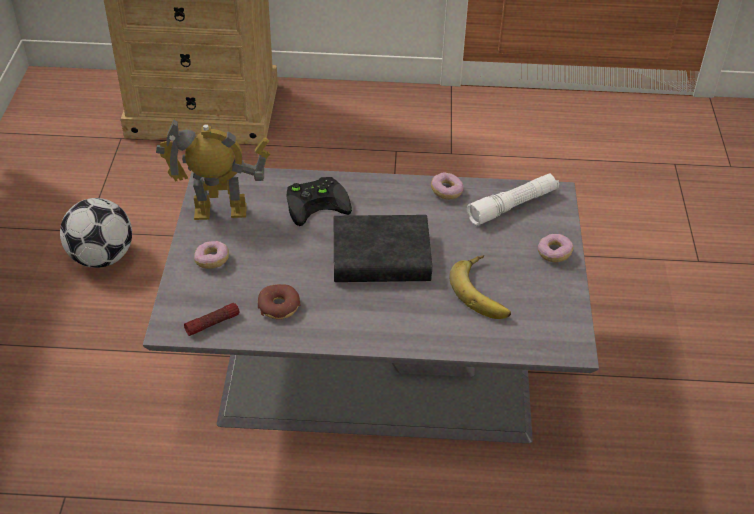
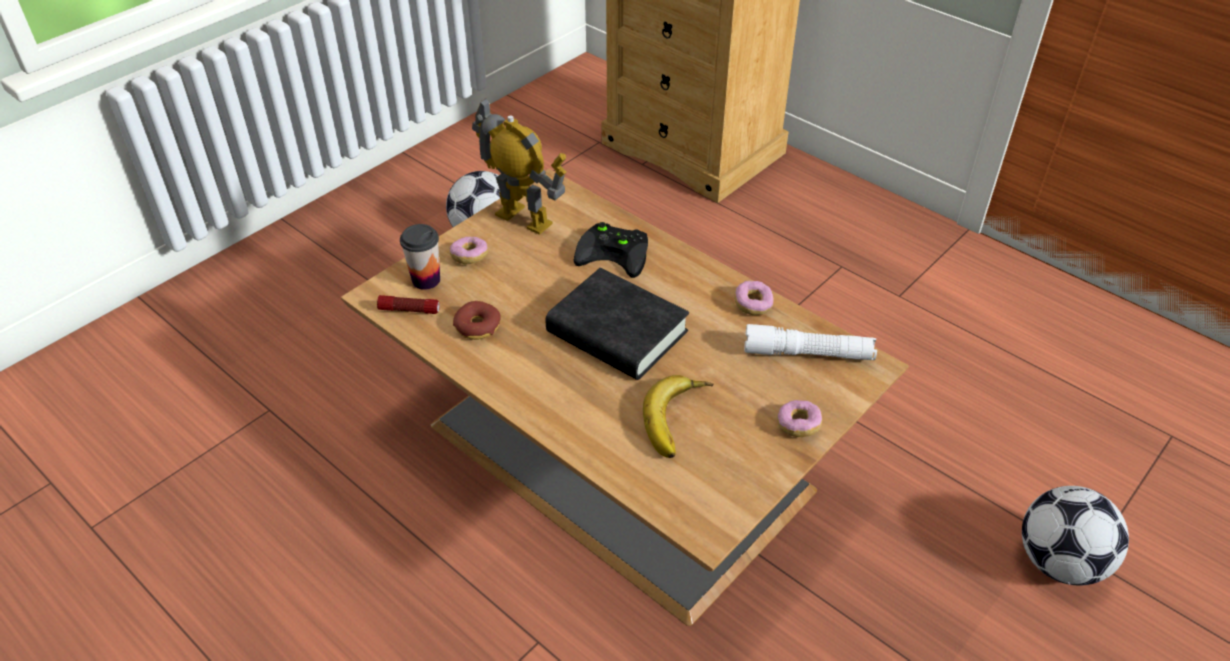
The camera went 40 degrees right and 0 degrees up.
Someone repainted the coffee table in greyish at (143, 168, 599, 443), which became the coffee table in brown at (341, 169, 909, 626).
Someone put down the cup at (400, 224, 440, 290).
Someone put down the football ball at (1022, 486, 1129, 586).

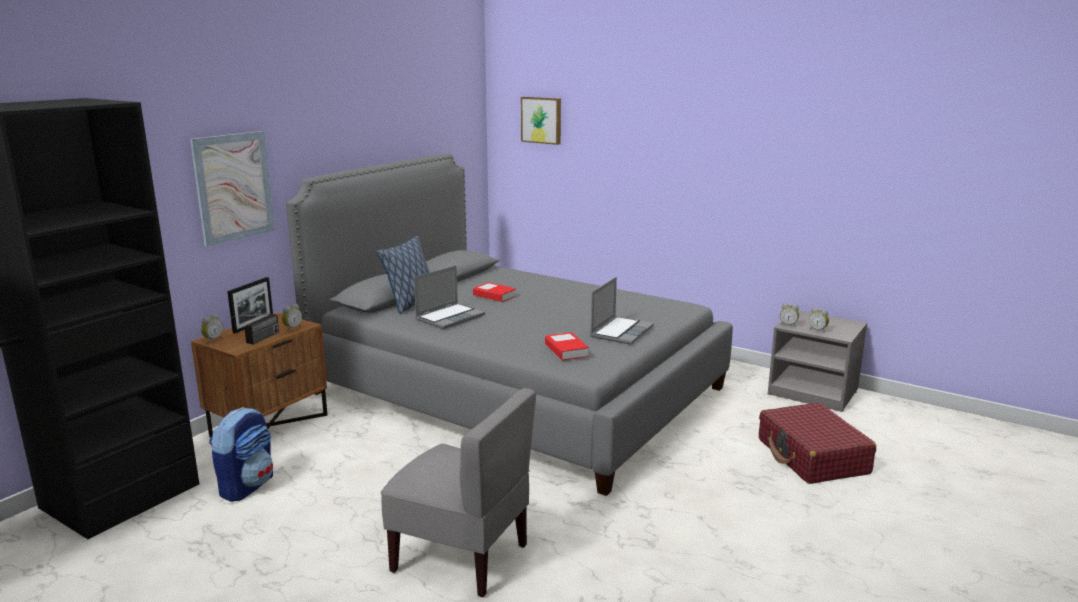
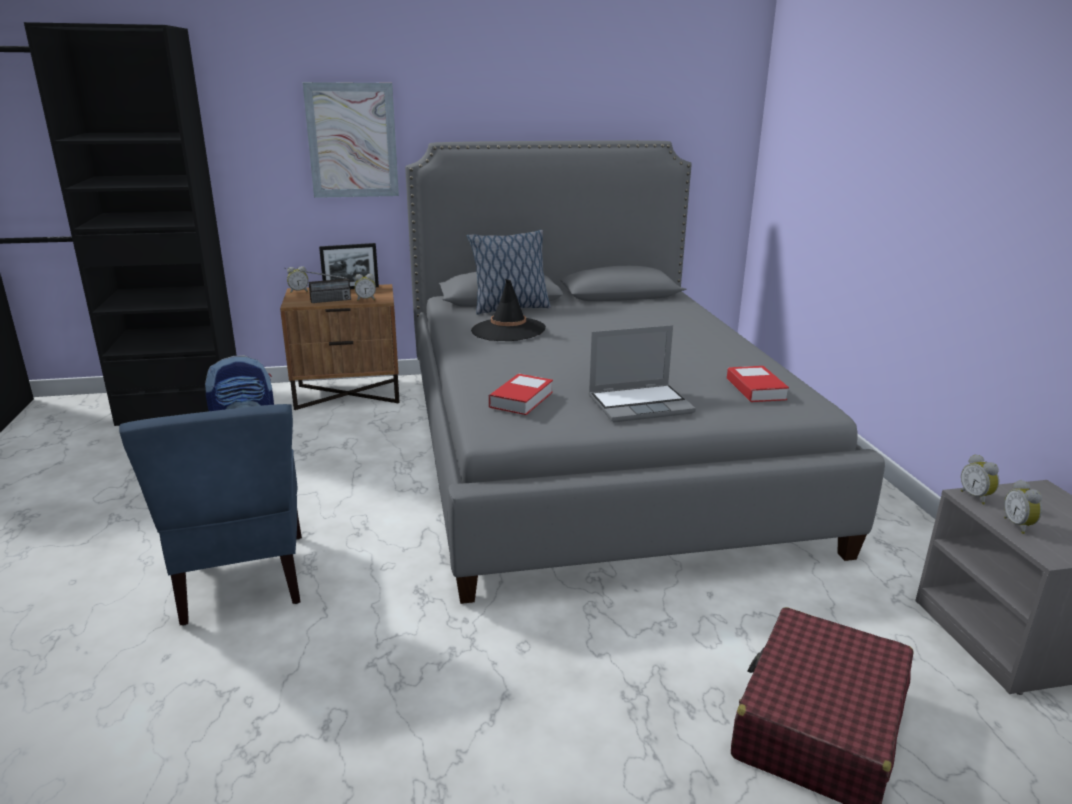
The camera went 45 degrees right and 5 degrees up.
Someone took away the picture at (521, 97, 561, 145).
Someone swapped the portable computer at (414, 266, 485, 329) for the hat in blackish at (471, 279, 546, 341).
Someone carried the bound book from (473, 282, 516, 302) to (727, 366, 789, 402).
Someone repainted the plain chair in greyish at (380, 387, 536, 597), which became the plain chair in blue at (119, 404, 302, 626).

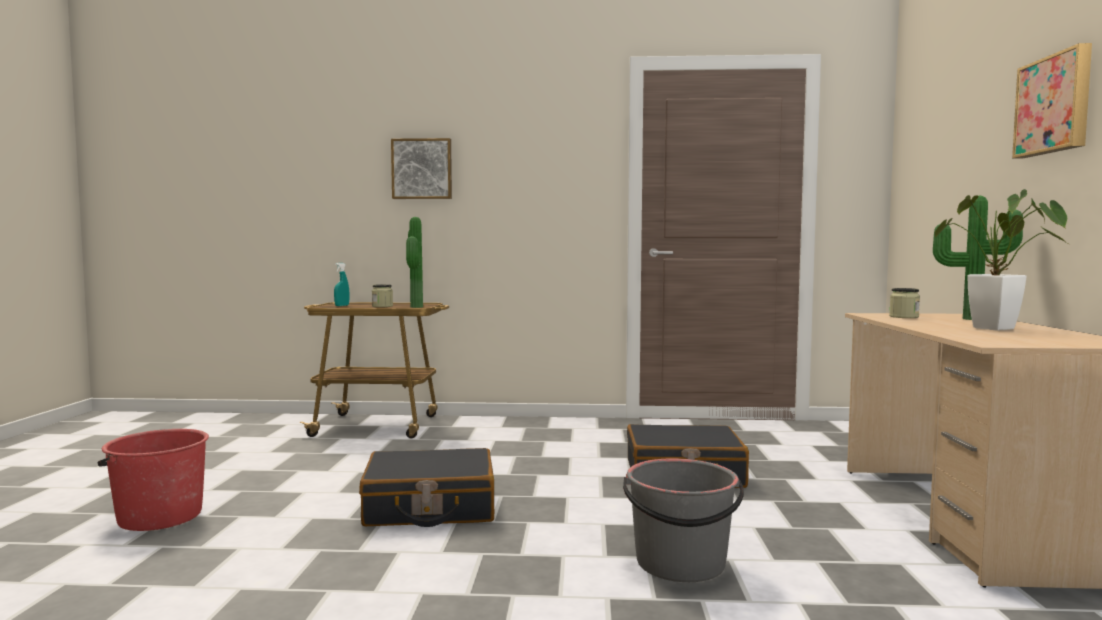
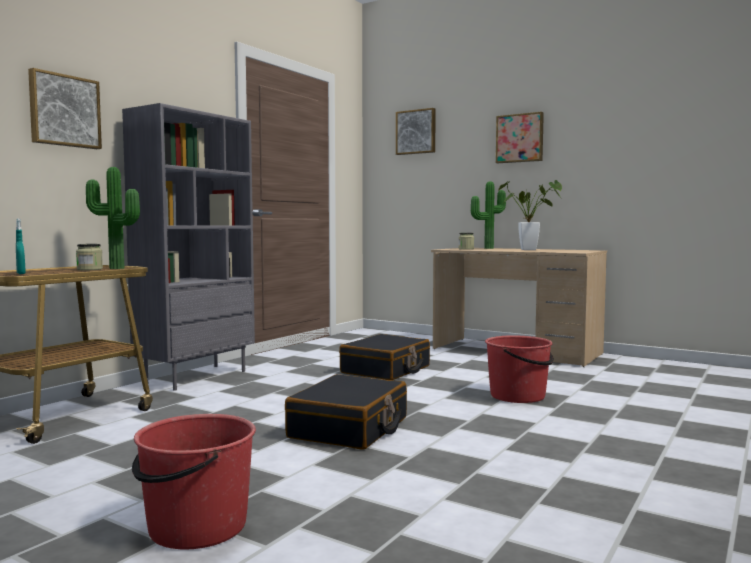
The camera went 60 degrees left and 0 degrees up.
Someone repainted the pail in greyish at (623, 459, 744, 582), which became the pail in red-coloured at (485, 335, 554, 403).
Someone put down the bookcase in greyish at (122, 103, 255, 391).
Someone put up the picture at (396, 108, 436, 155).

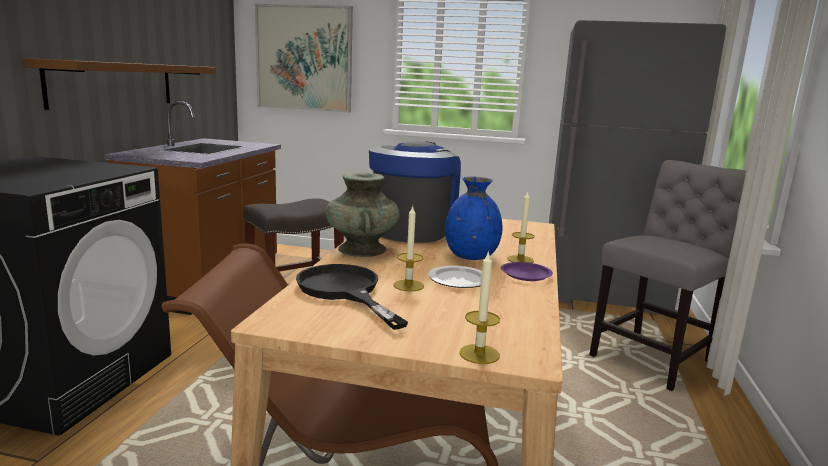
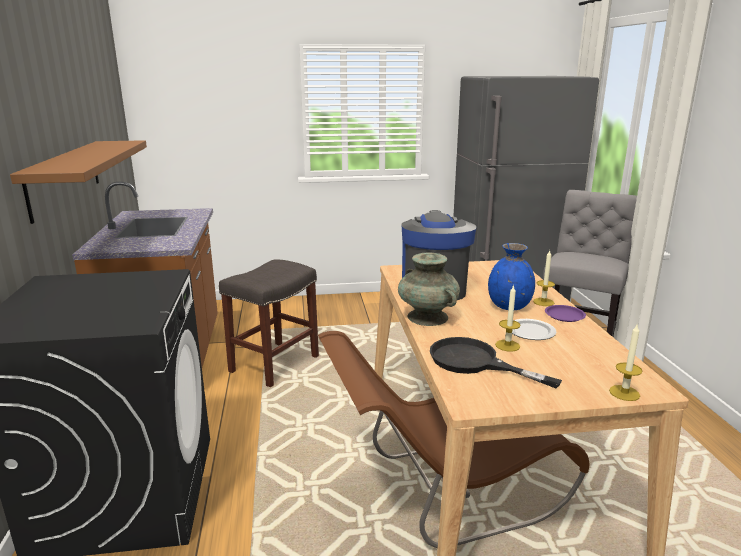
The camera went 20 degrees left and 5 degrees up.
Someone took away the picture at (255, 4, 353, 112).

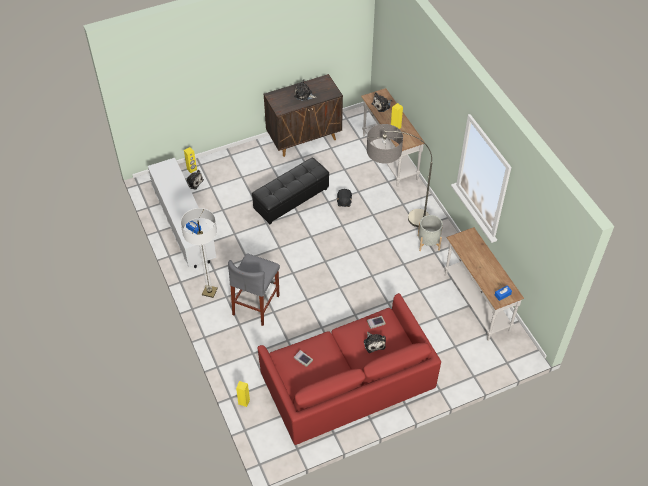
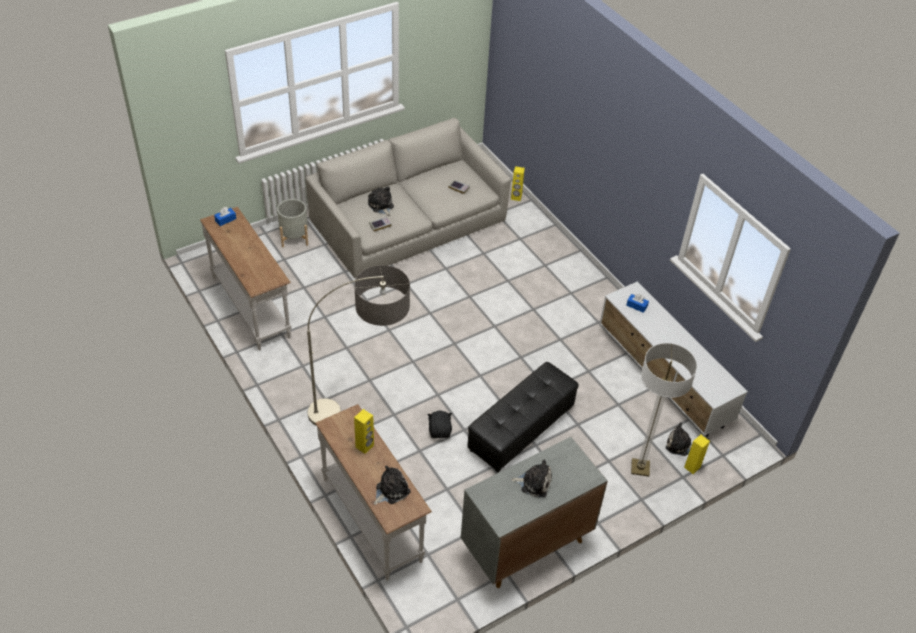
The camera went 170 degrees right and 5 degrees down.
Someone repainted the cabinet in brown at (264, 74, 343, 157), which became the cabinet in greyish at (461, 437, 608, 588).
Someone carried the standard lamp from (181, 208, 218, 298) to (631, 343, 697, 477).
Someone carried the planter in greyish from (418, 215, 443, 251) to (277, 199, 308, 247).
Someone took away the sitting stool in greyish at (228, 253, 280, 326).
Someone repainted the couch in red-coloured at (257, 293, 441, 445), which became the couch in greyish at (306, 118, 511, 278).

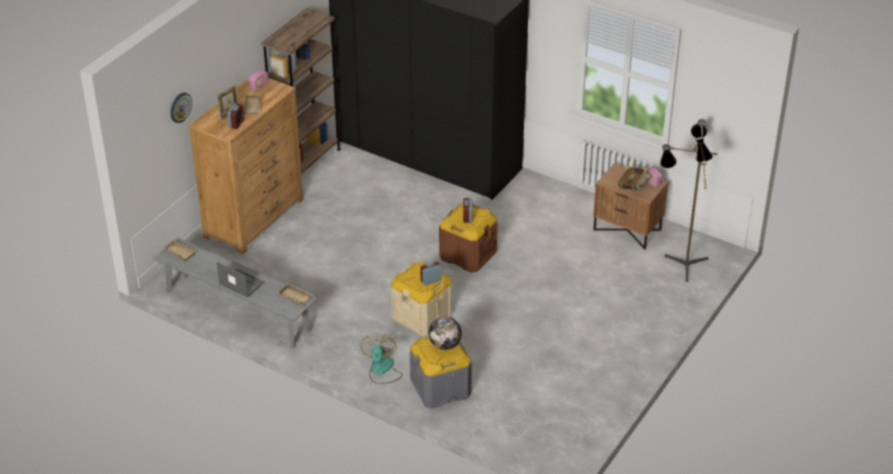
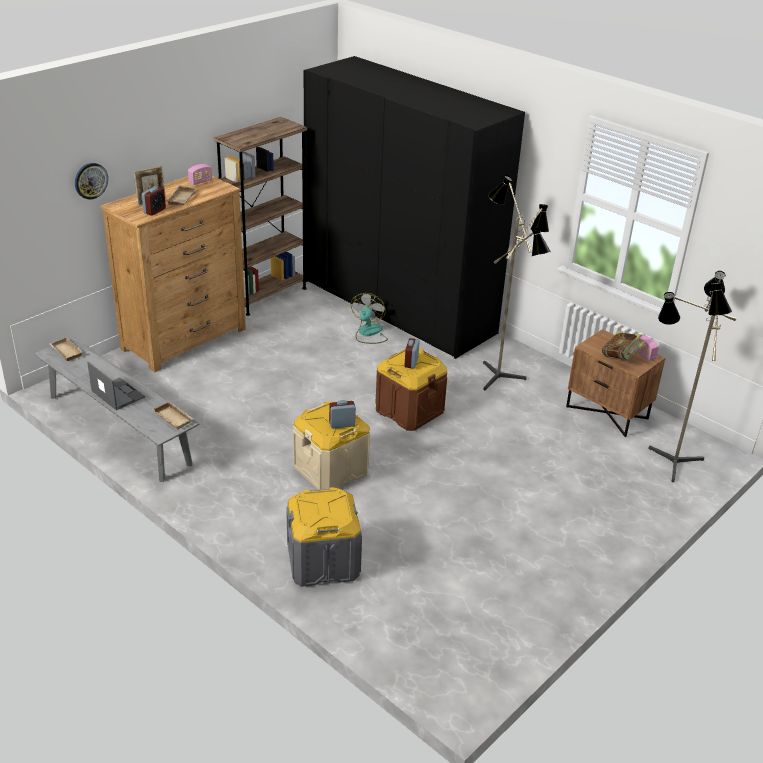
The camera went 10 degrees right and 5 degrees down.
Someone took away the globe at (429, 317, 462, 350).
Someone carried the cooling fan from (360, 334, 403, 384) to (351, 293, 388, 344).
Someone put down the standard lamp at (483, 175, 551, 391).

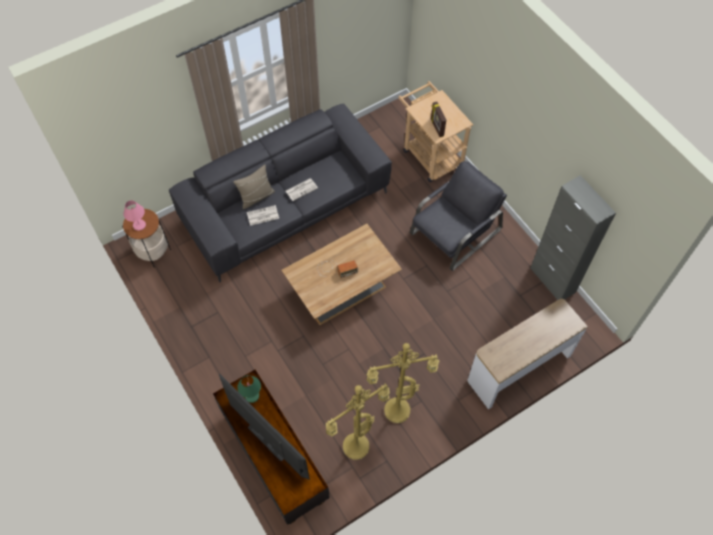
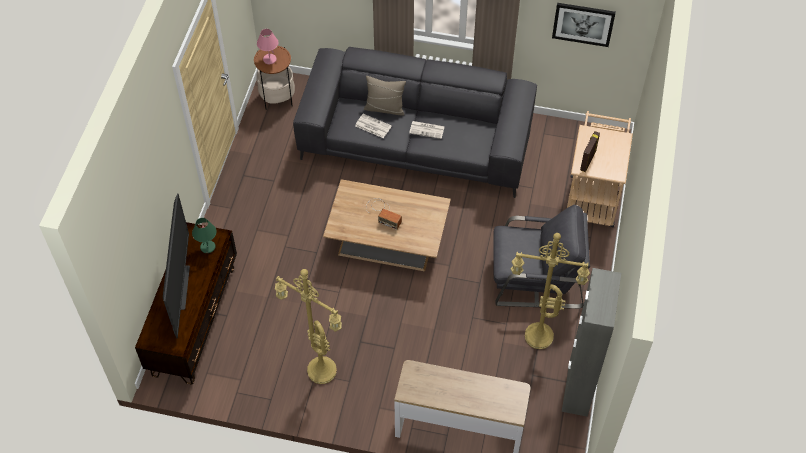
The camera went 45 degrees right and 5 degrees down.
Someone carried the standard lamp in yellow from (326, 383, 390, 460) to (511, 233, 590, 349).
Someone put up the picture at (552, 3, 616, 47).

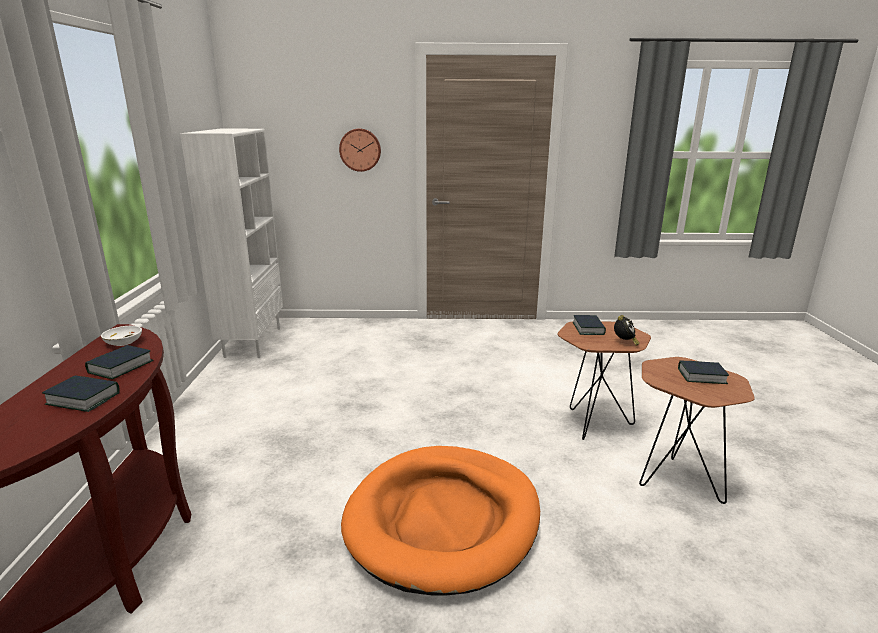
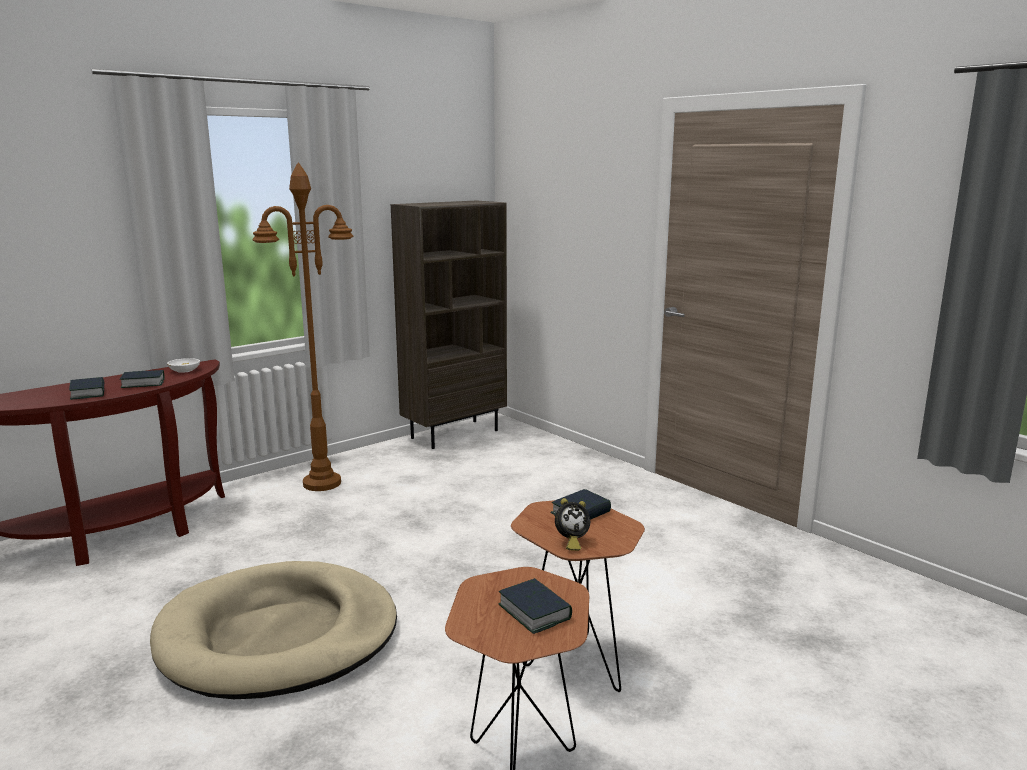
The camera went 50 degrees right and 5 degrees down.
Someone repainted the bookcase in white at (180, 128, 283, 358), which became the bookcase in brown at (391, 200, 507, 449).
Someone took away the clock on the wall at (339, 128, 381, 172).
Someone repainted the dog cushion in orangey at (341, 446, 540, 596), which became the dog cushion in beige-coloured at (150, 561, 397, 699).
Someone put down the standard lamp in brown at (252, 162, 354, 491).

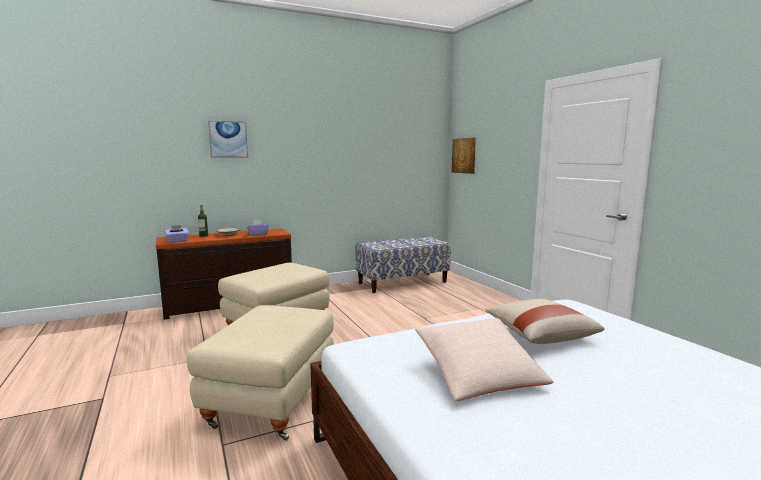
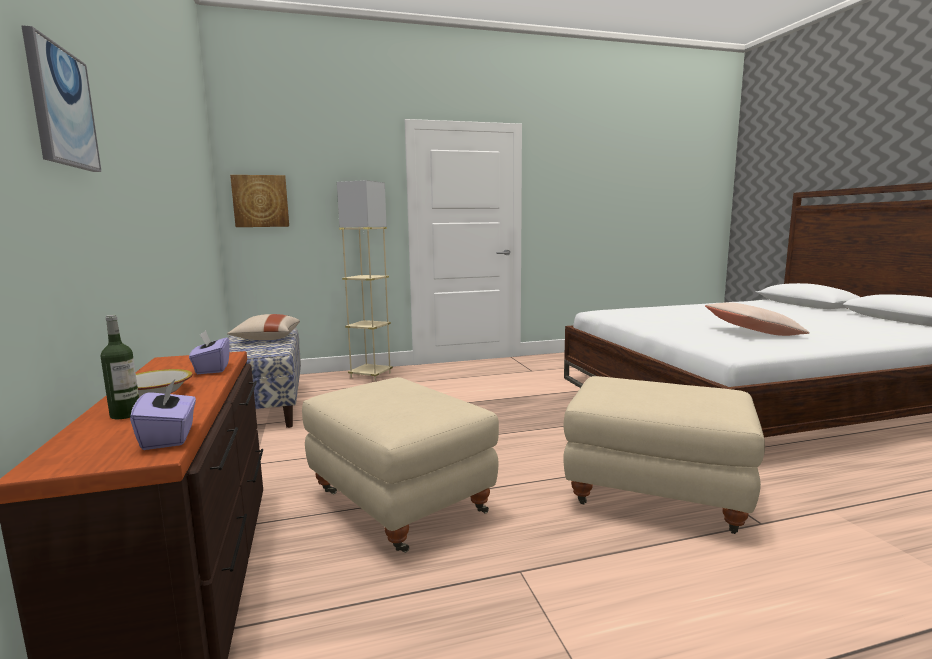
The camera went 80 degrees left and 0 degrees up.
Someone carried the throw pillow in beige-coloured from (485, 299, 605, 344) to (227, 314, 300, 340).
Someone put down the standard lamp in beige-coloured at (337, 180, 393, 381).

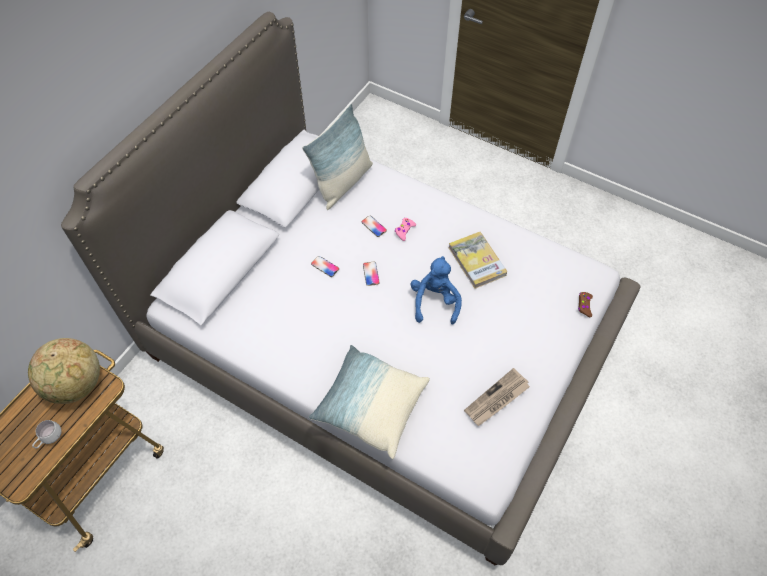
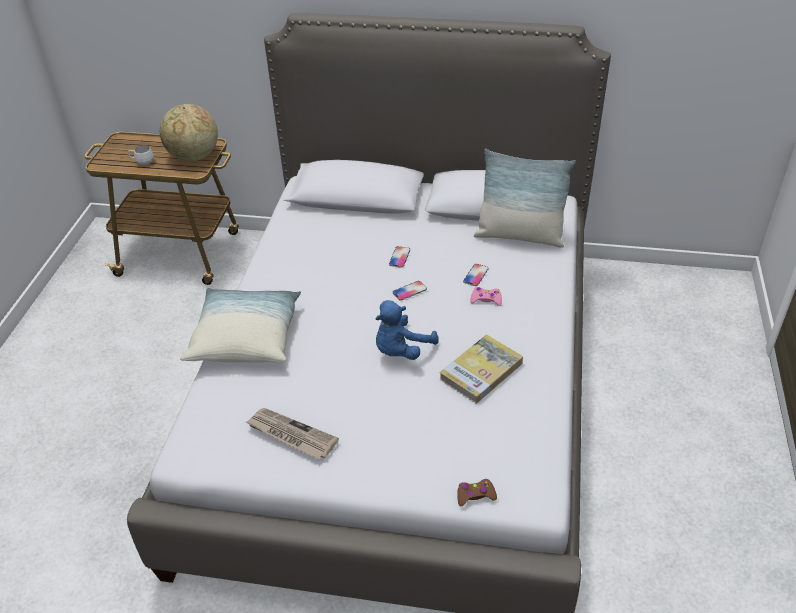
The camera went 70 degrees right and 15 degrees down.
Someone rotated the soft toy in blue at (410, 256, 462, 324) by 150 degrees clockwise.

